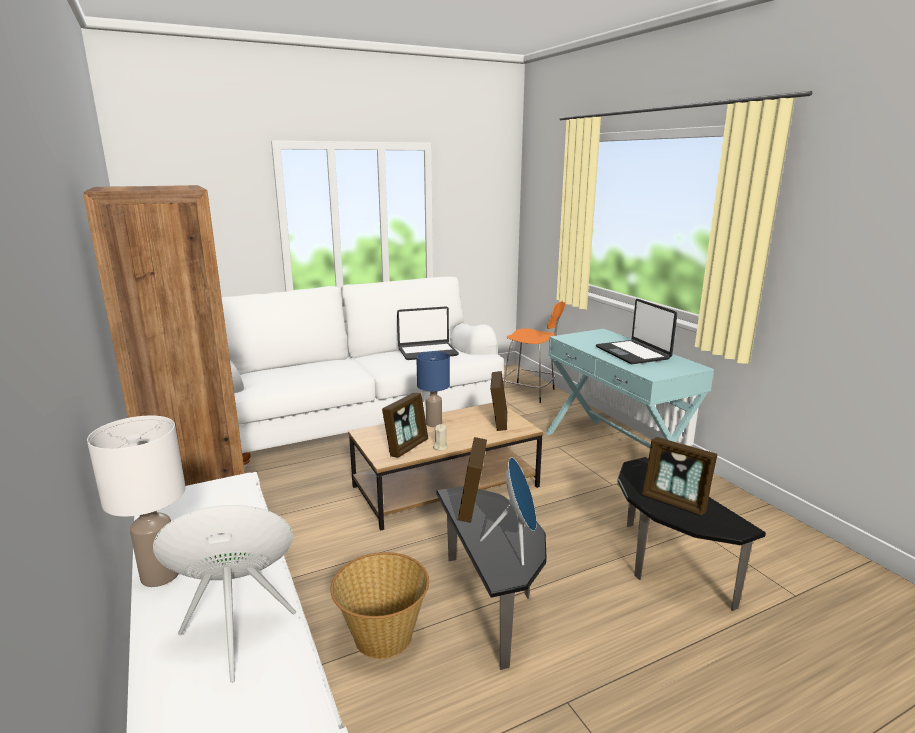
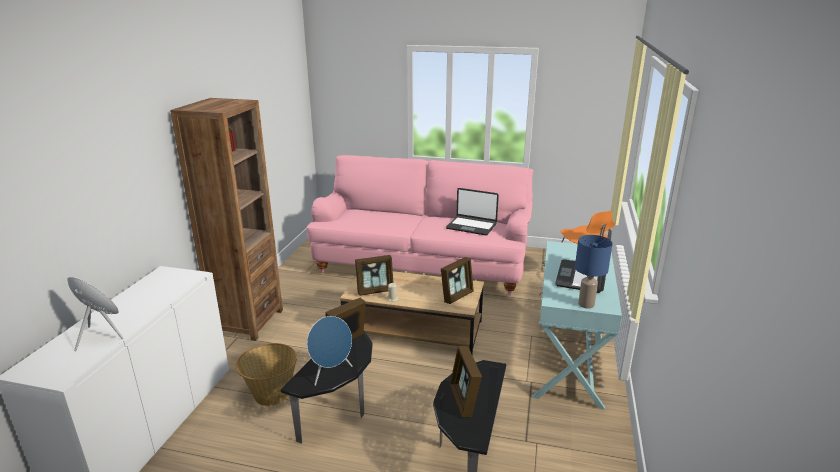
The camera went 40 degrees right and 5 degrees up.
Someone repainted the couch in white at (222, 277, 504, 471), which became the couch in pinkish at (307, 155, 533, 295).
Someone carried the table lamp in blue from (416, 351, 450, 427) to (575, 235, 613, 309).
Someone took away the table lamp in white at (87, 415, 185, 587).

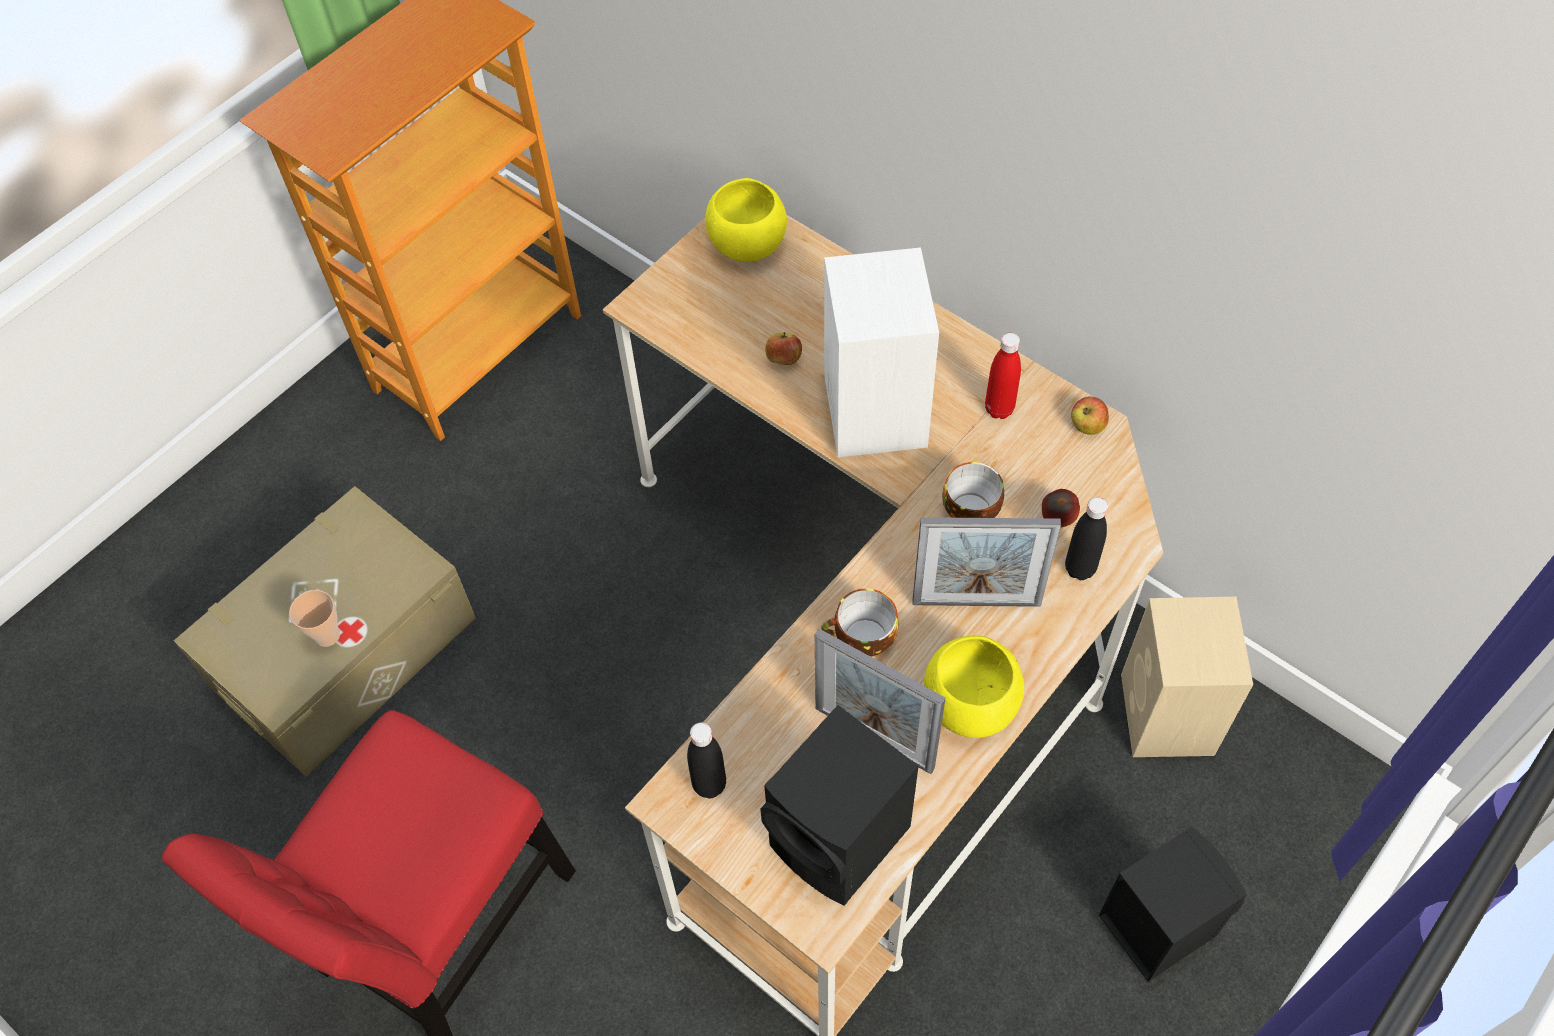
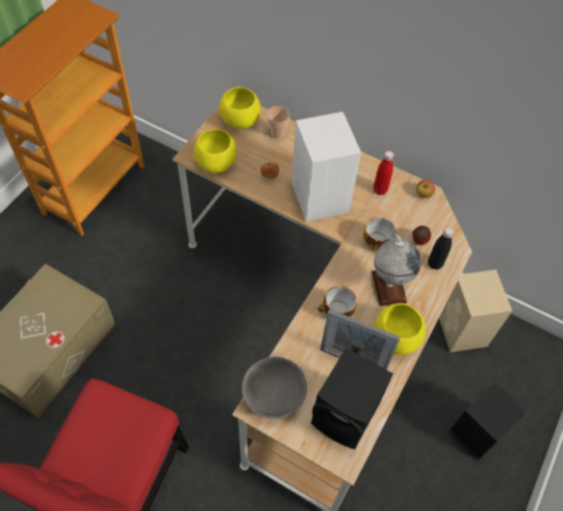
The camera went 15 degrees left and 0 degrees up.
Someone swapped the standing frame at (913, 517, 1061, 607) for the globe at (371, 234, 421, 306).
Someone carried the cup from (289, 590, 340, 647) to (267, 106, 290, 139).
Someone swapped the drink bottle in blackish at (687, 722, 726, 798) for the deep dish in greyish at (242, 357, 307, 419).
Someone put down the deep dish in yellow at (194, 129, 237, 173).

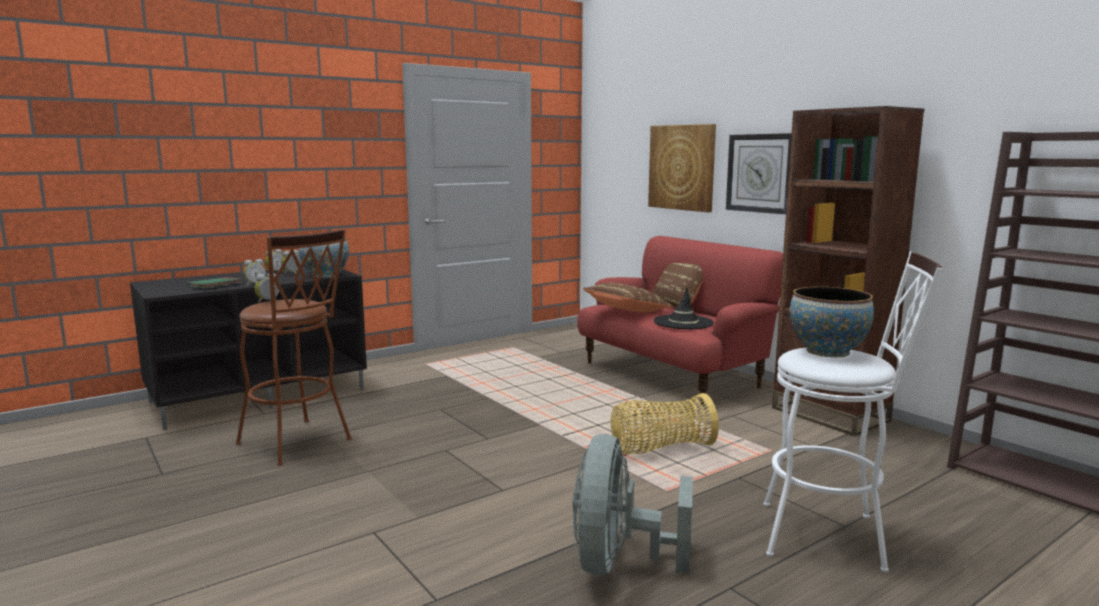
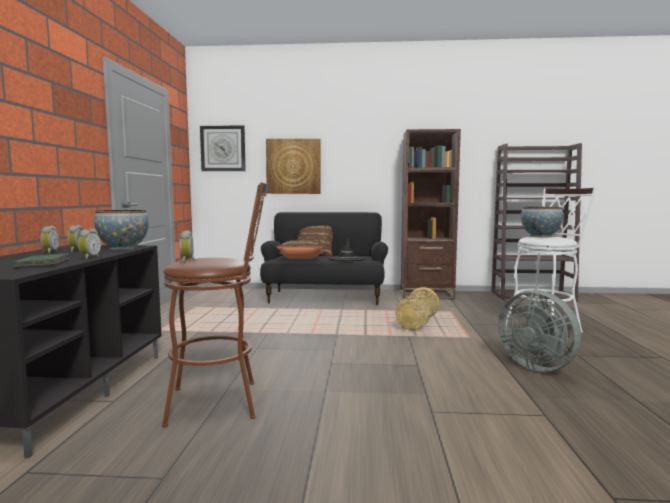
The camera went 50 degrees left and 5 degrees down.
Someone carried the clock on the wall from (726, 133, 792, 215) to (200, 125, 246, 171).
Someone repainted the couch in red-coloured at (577, 236, 783, 406), which became the couch in blackish at (260, 212, 388, 305).

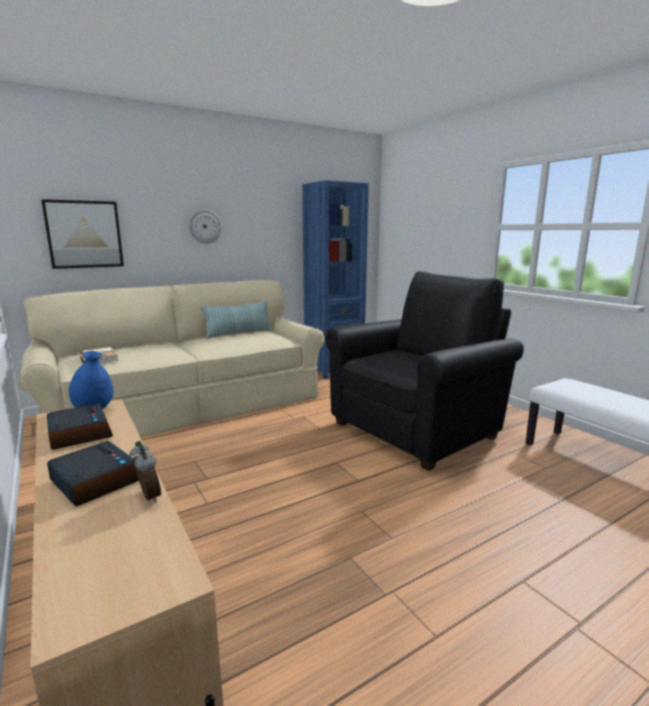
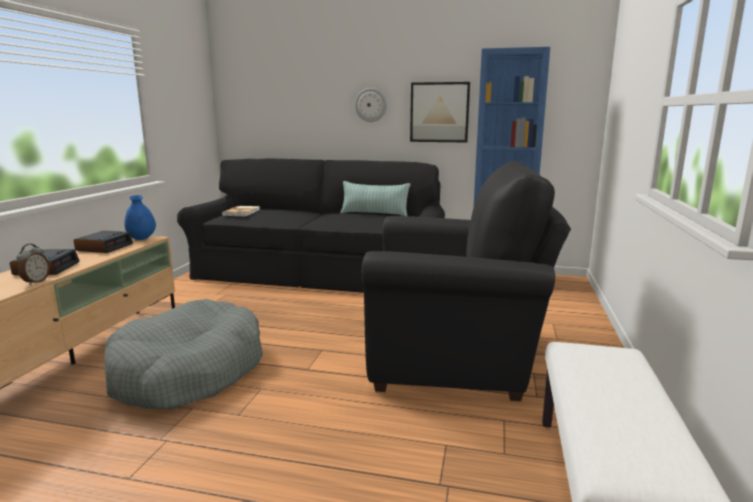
The camera went 45 degrees right and 0 degrees up.
Someone carried the picture from (41, 199, 124, 269) to (410, 82, 470, 143).
Someone repainted the couch in beige-coloured at (19, 280, 325, 437), which became the couch in blackish at (177, 158, 445, 293).
Someone put down the dog cushion in greyish at (104, 299, 263, 409).

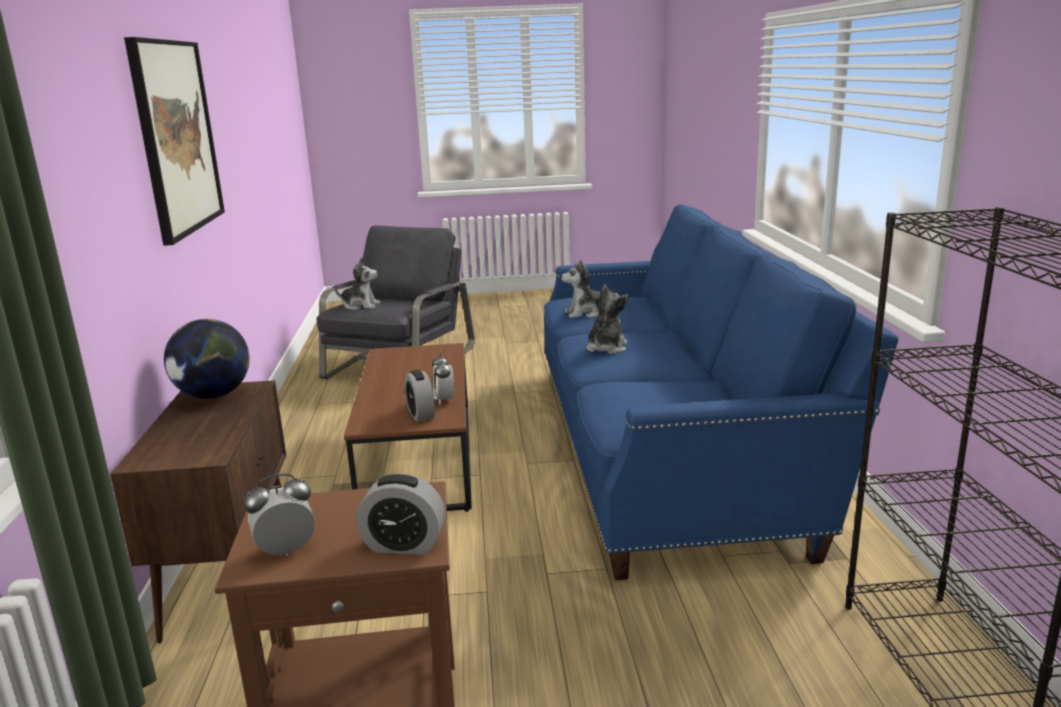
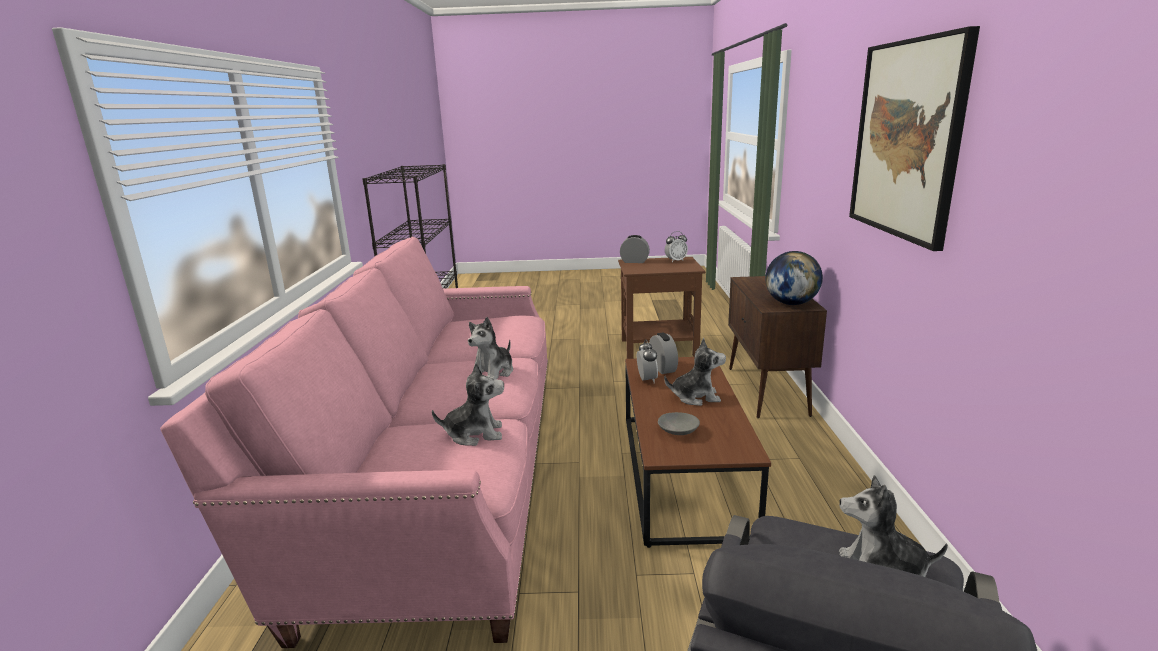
The camera went 175 degrees left and 0 degrees up.
Someone repainted the couch in blue at (544, 204, 899, 580), which became the couch in pinkish at (160, 237, 548, 648).
Someone put down the soft toy at (664, 338, 726, 406).
Someone put down the deep dish in greyish at (658, 412, 700, 435).

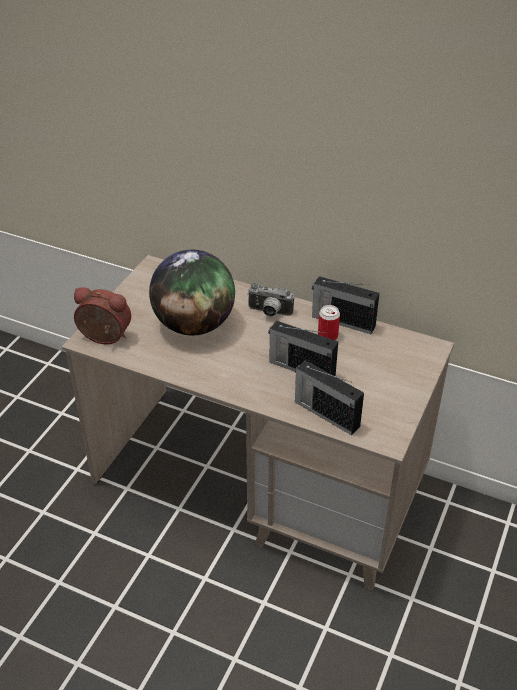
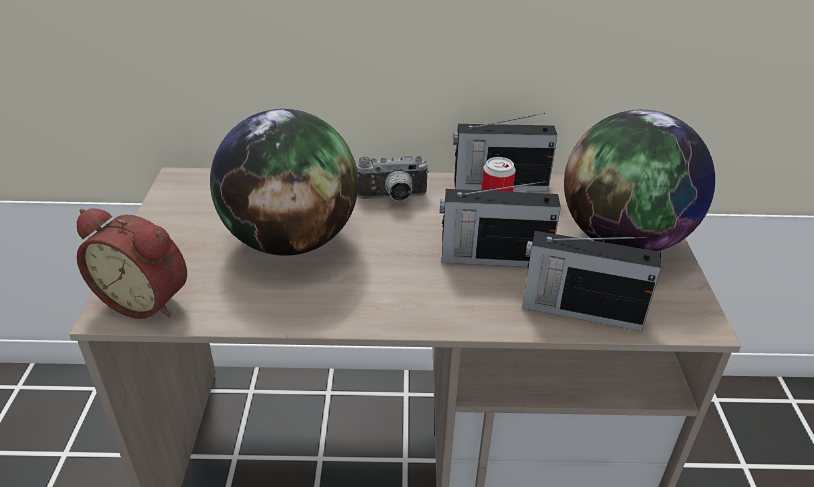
The camera went 25 degrees left and 5 degrees down.
Someone rotated the bedside clock at (74, 287, 131, 345) by 150 degrees counterclockwise.
Someone put down the globe at (564, 110, 715, 251).

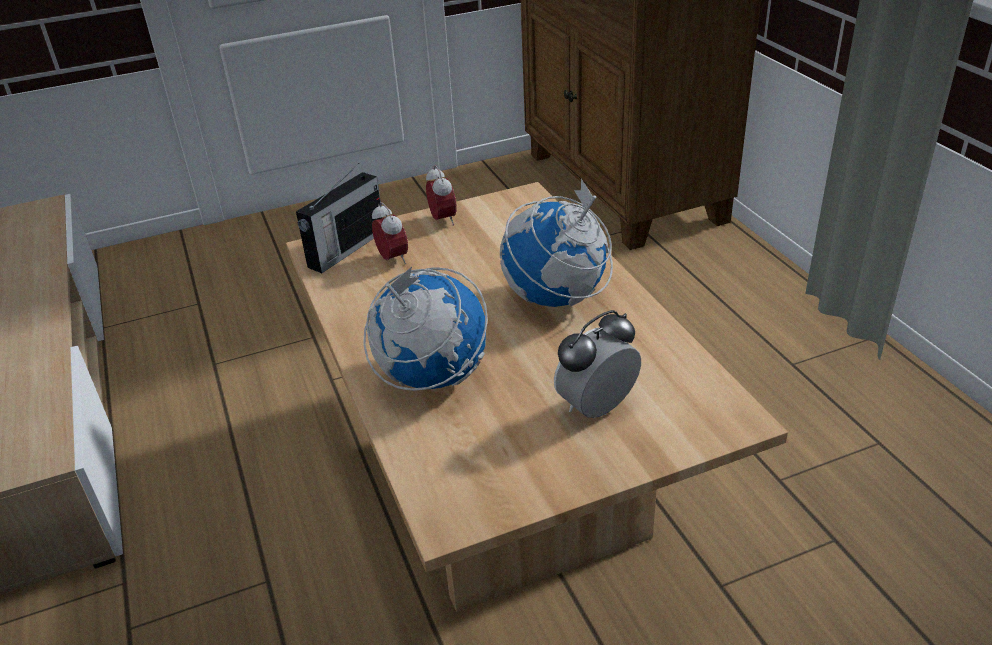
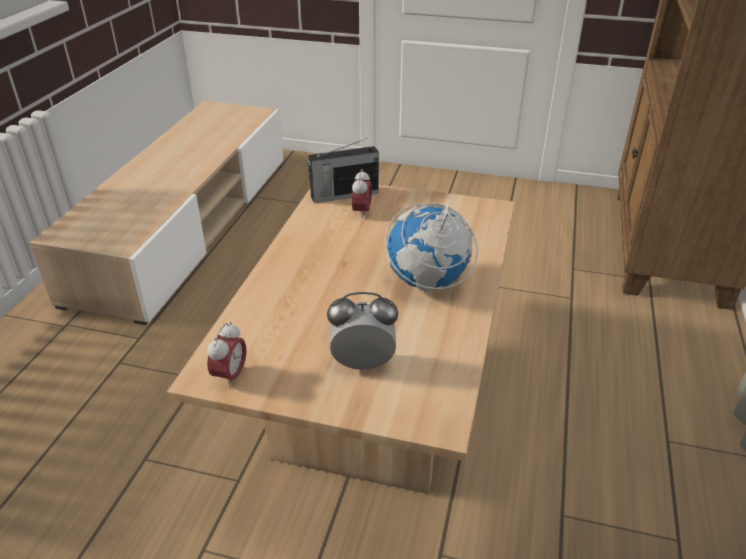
The camera went 35 degrees right and 0 degrees up.
Someone carried the bedside clock from (426, 165, 457, 226) to (207, 322, 247, 389).
Someone took away the globe at (363, 267, 488, 391).

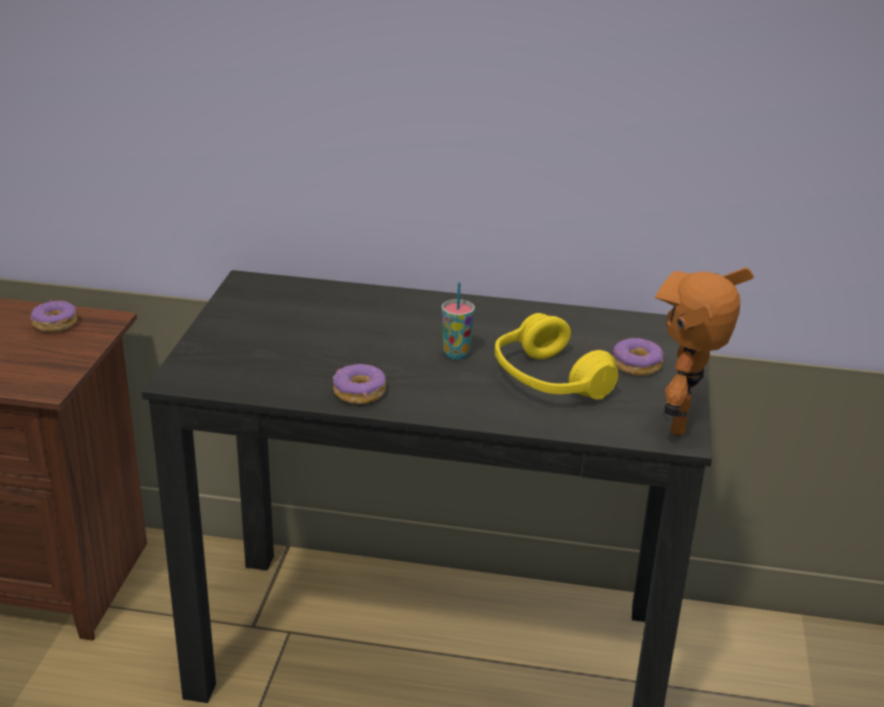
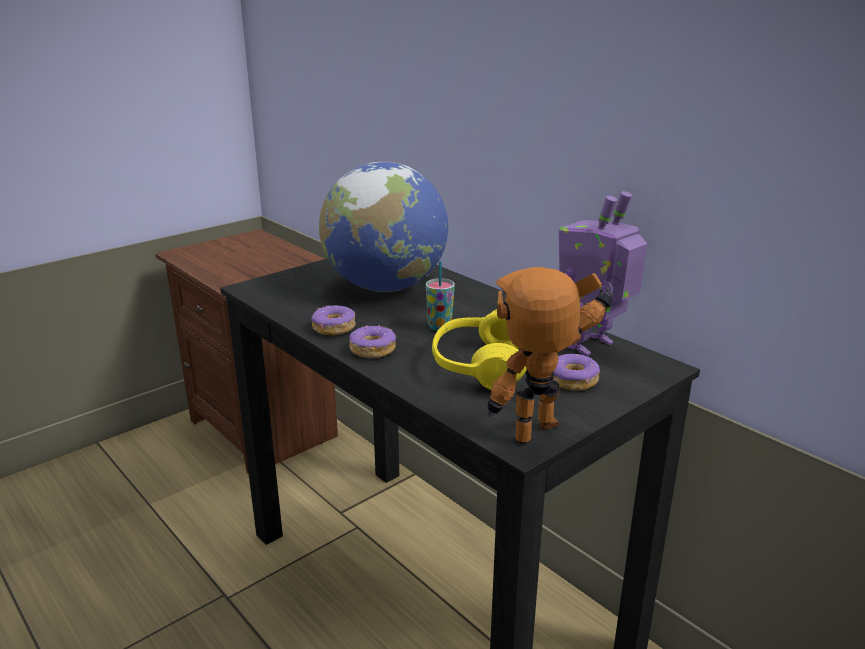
The camera went 40 degrees right and 5 degrees down.
Someone carried the doughnut from (30, 300, 77, 332) to (349, 324, 396, 358).
Someone put down the globe at (319, 162, 448, 292).
Someone put down the toy robot at (559, 191, 648, 356).

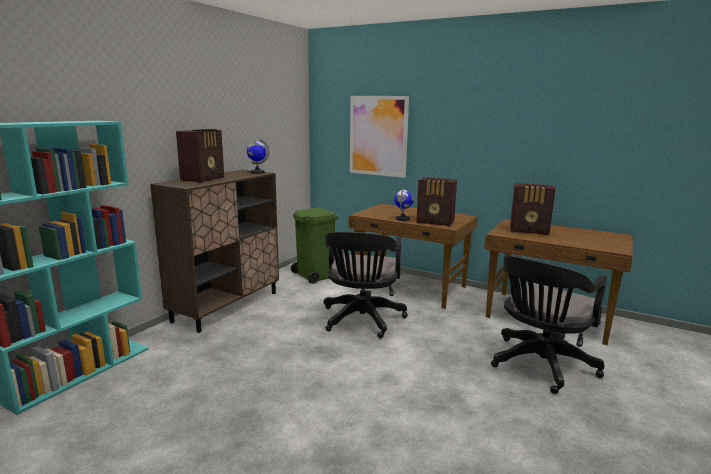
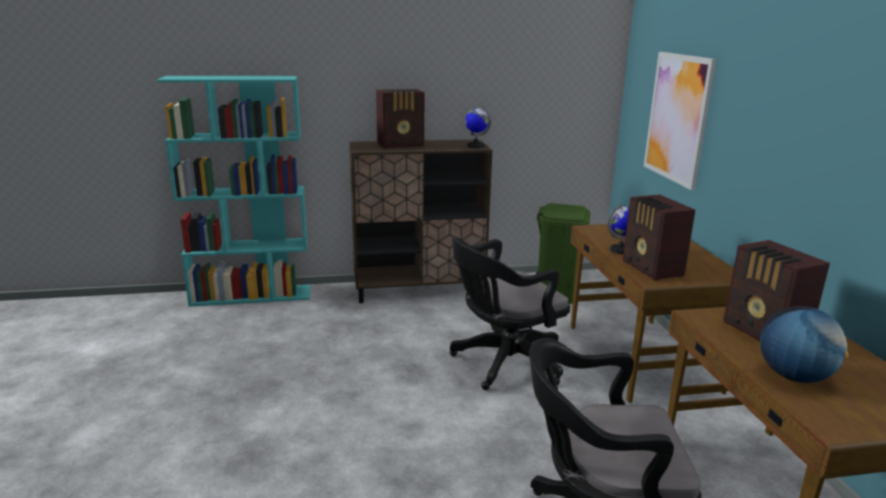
The camera went 50 degrees right and 5 degrees up.
Someone put down the globe at (760, 306, 849, 383).

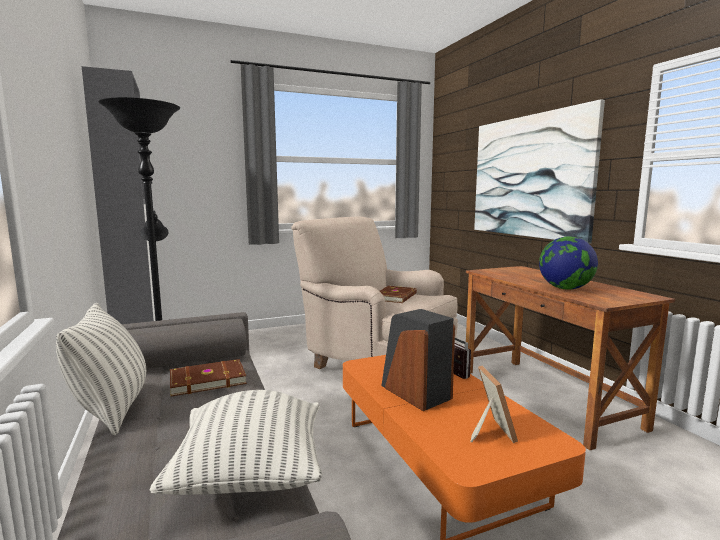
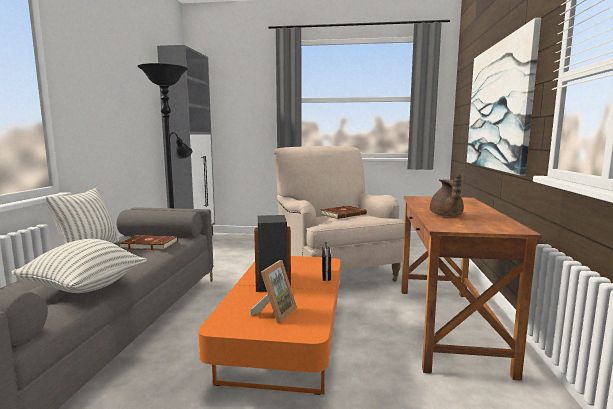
The camera went 30 degrees right and 0 degrees up.
Someone swapped the globe at (539, 236, 598, 290) for the pot for tea in brown at (430, 174, 464, 216).

